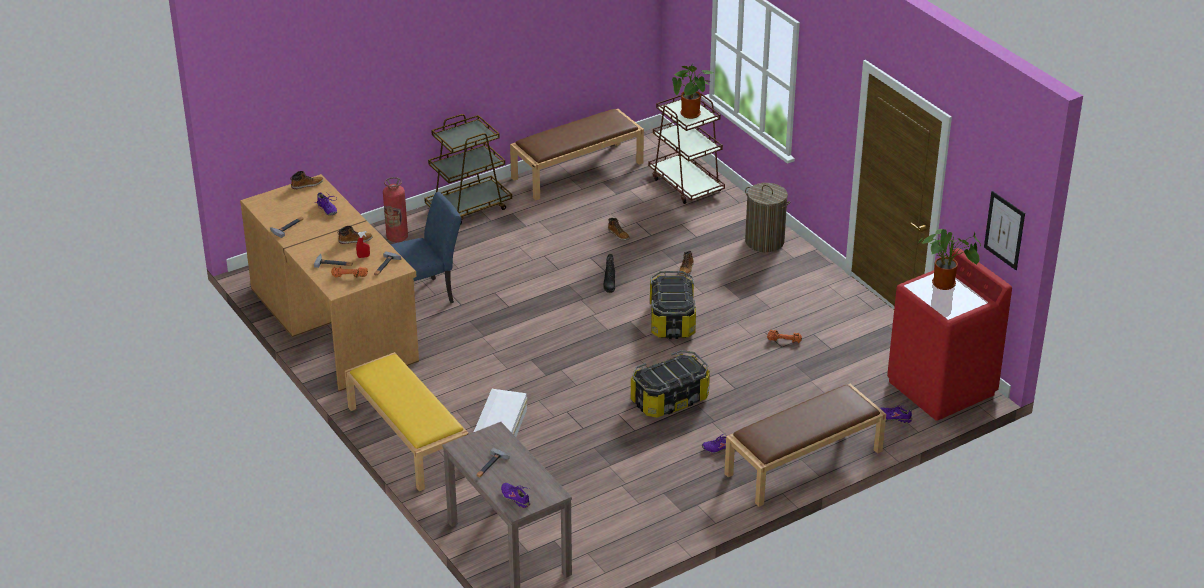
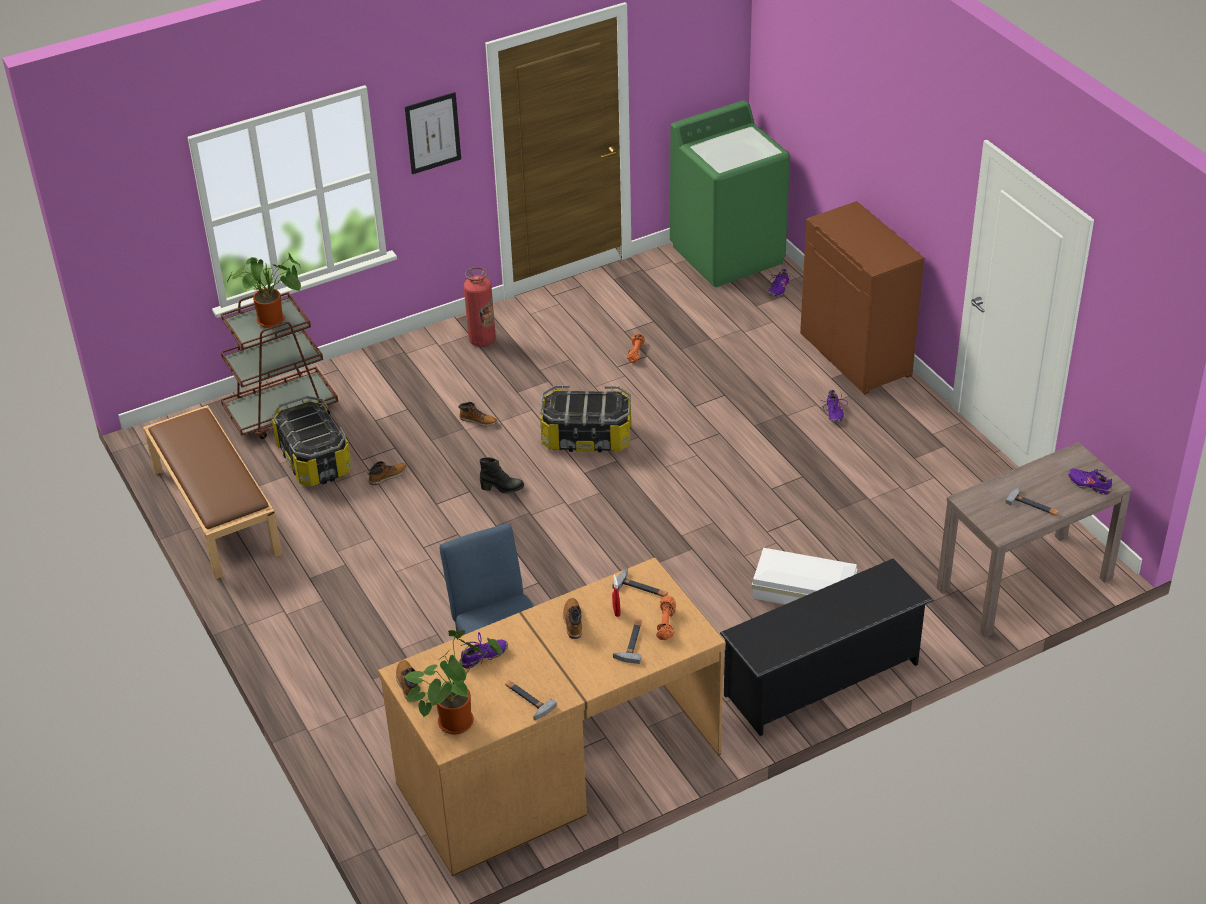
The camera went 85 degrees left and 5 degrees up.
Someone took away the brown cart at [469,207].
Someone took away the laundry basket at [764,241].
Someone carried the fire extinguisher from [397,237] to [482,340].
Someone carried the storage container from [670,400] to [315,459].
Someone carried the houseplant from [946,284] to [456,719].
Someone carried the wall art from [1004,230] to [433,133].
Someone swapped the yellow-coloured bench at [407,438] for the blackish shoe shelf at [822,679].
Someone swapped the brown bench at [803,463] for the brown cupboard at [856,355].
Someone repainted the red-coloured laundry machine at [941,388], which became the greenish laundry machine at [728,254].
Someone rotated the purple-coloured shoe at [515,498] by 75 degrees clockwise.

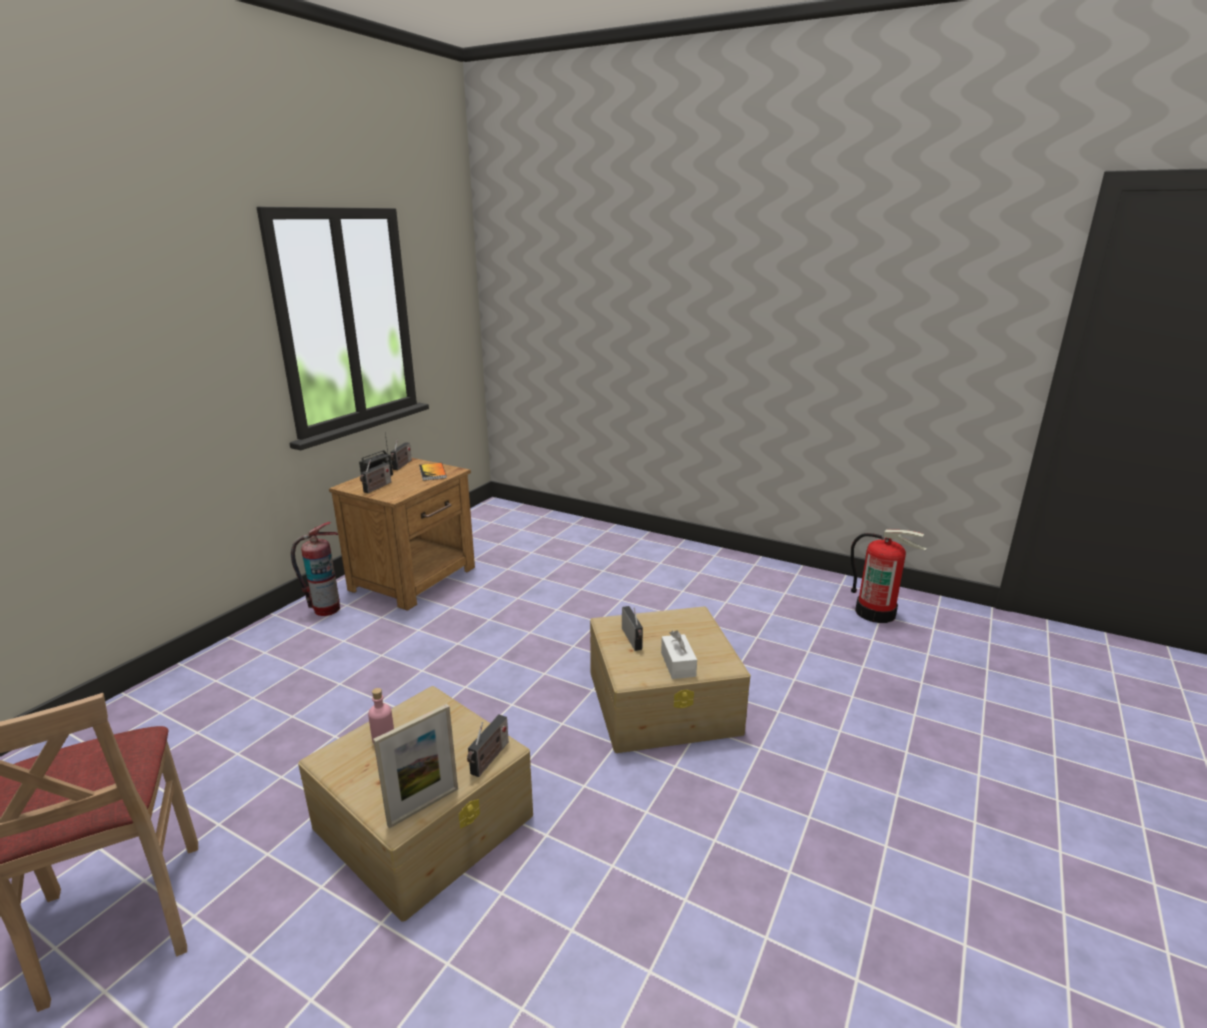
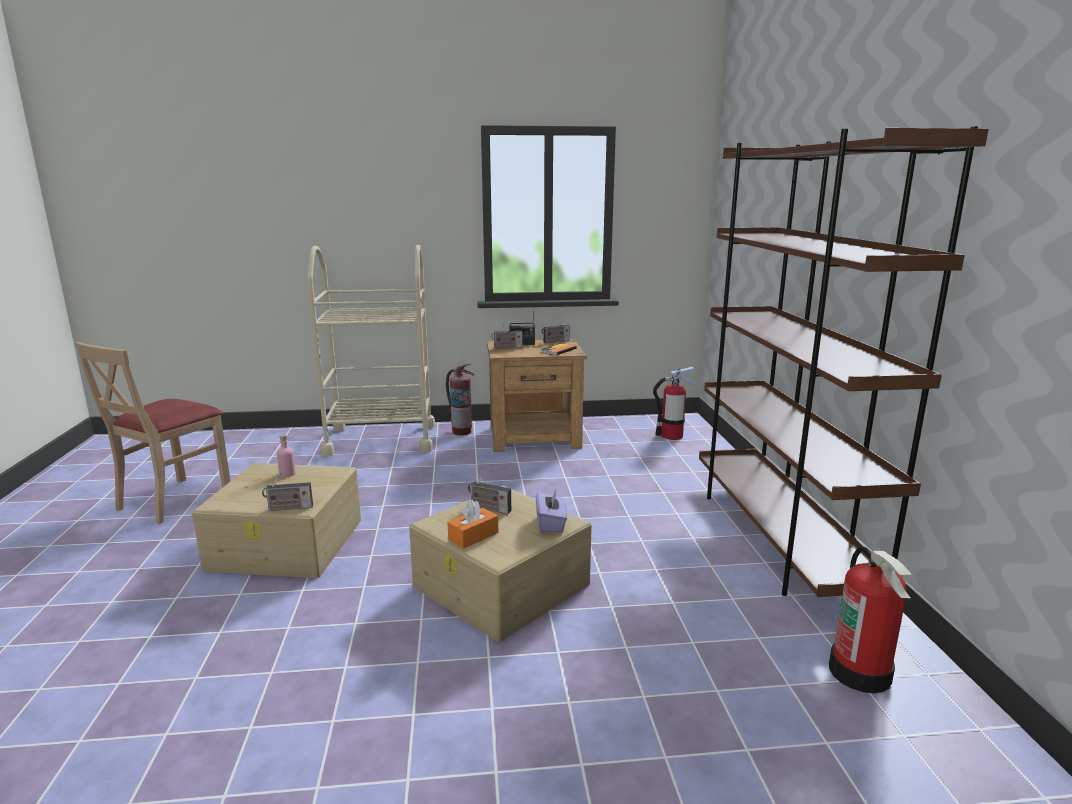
The camera went 55 degrees right and 5 degrees down.
Someone took away the picture frame at [423,806].
Someone put down the beige cart at [381,439].
Someone put down the purple-coloured tissue box at [551,524].
Someone put down the fire extinguisher at [671,436].
Someone put down the brown bookcase at [778,538].
Someone repainted the white-coloured tissue box at [678,664], which became the orange-coloured tissue box at [473,536].
Someone rotated the radio receiver at [633,639] by 75 degrees clockwise.

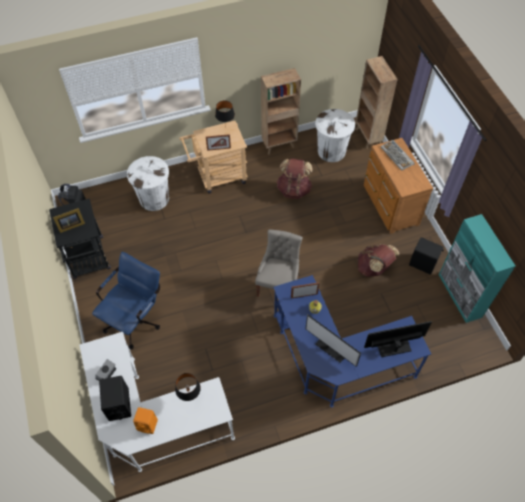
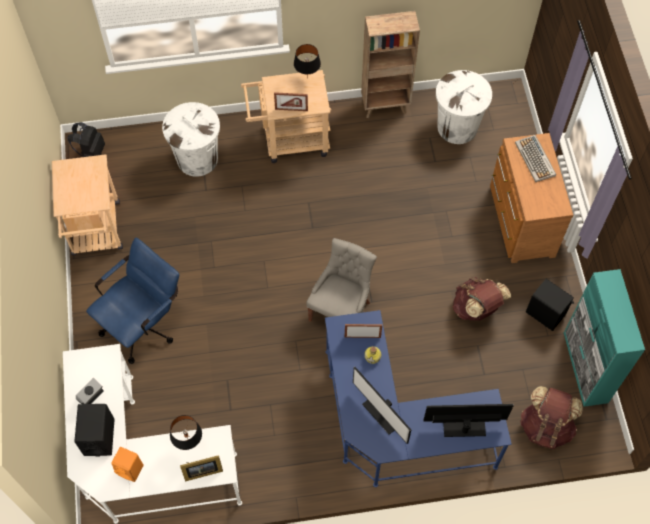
The camera went 10 degrees right and 5 degrees up.
Someone took away the brown bookcase at [368,137].
Someone carried the picture frame from [70,225] to [201,471].
Someone carried the brown knapsack from [294,189] to [546,427].
Someone repainted the blackish cart at [89,261], which became the beige cart at [96,233].

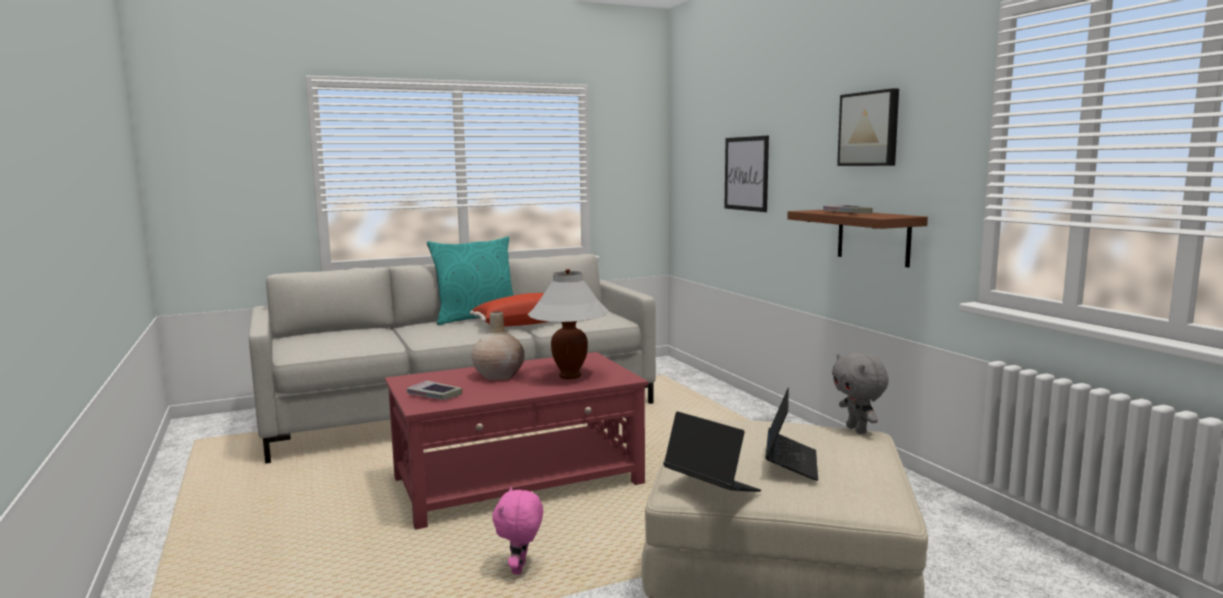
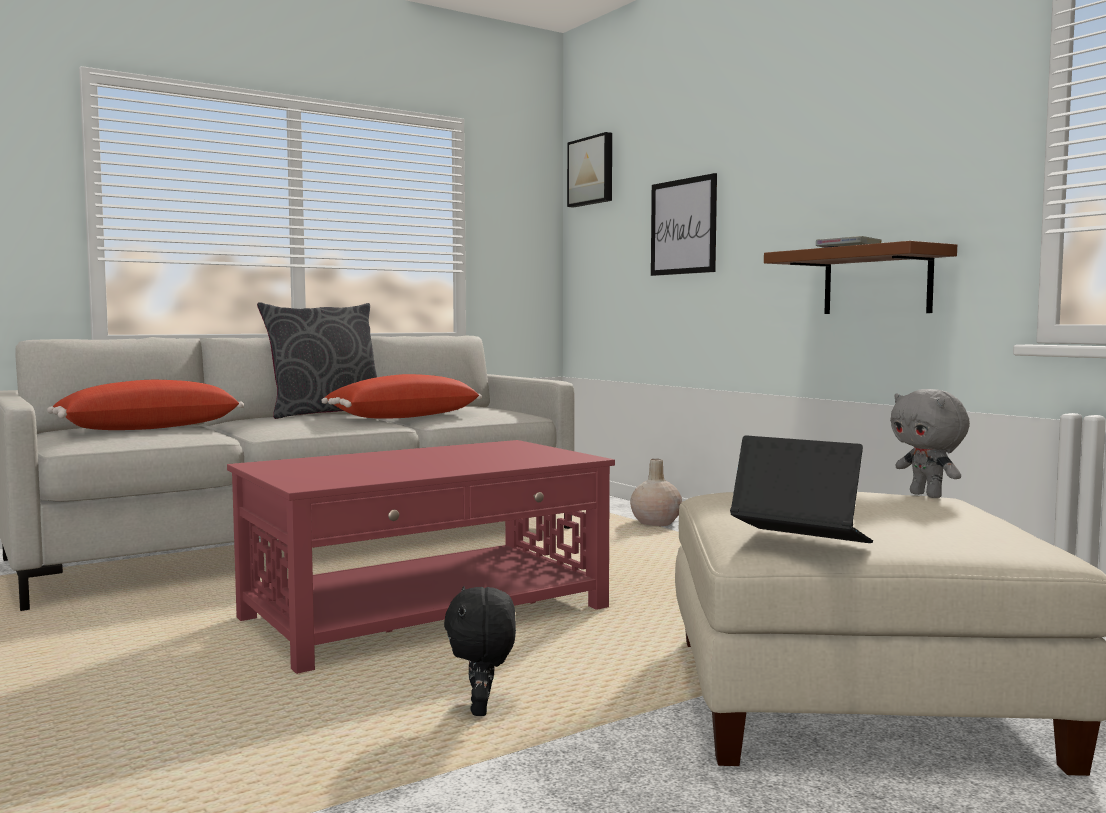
The camera went 10 degrees left and 5 degrees down.
Someone took away the bound book at [434,395].
Someone took away the white-coloured lamp for a table at [570,376].
Someone took away the notebook computer at [791,463].
Someone put down the red-coloured cushion at [148,428].
Someone carried the beige vase from [498,375] to [655,523].
Someone carried the wall art from [870,129] to [592,171].
Someone repainted the turquoise cushion at [476,318], which became the gray cushion at [325,413].
Someone repainted the pinkish soft toy at [520,569], which became the blackish soft toy at [482,710].

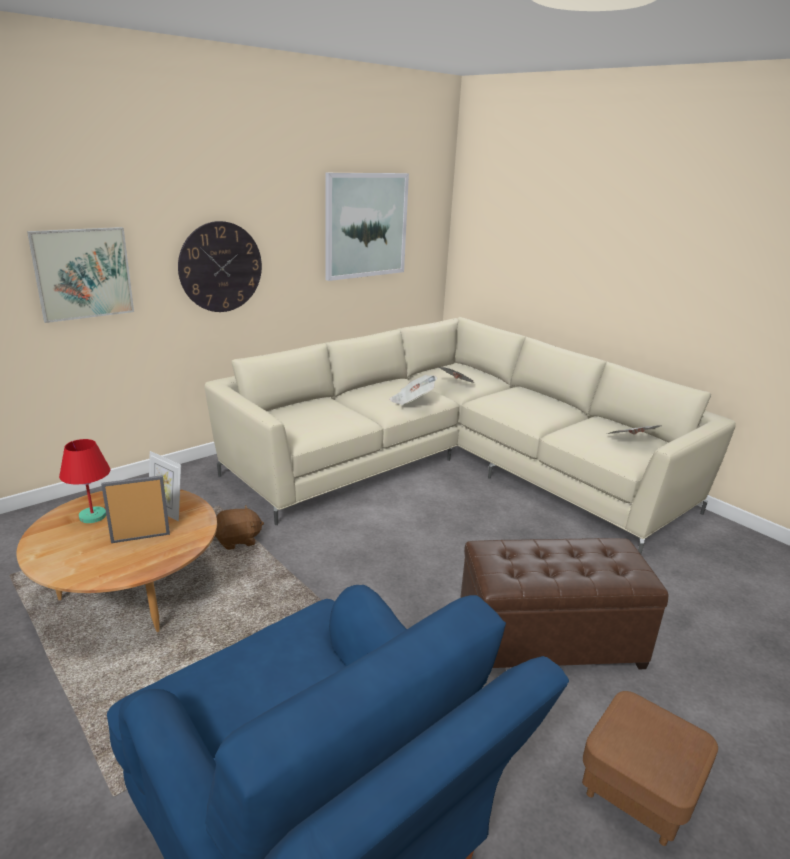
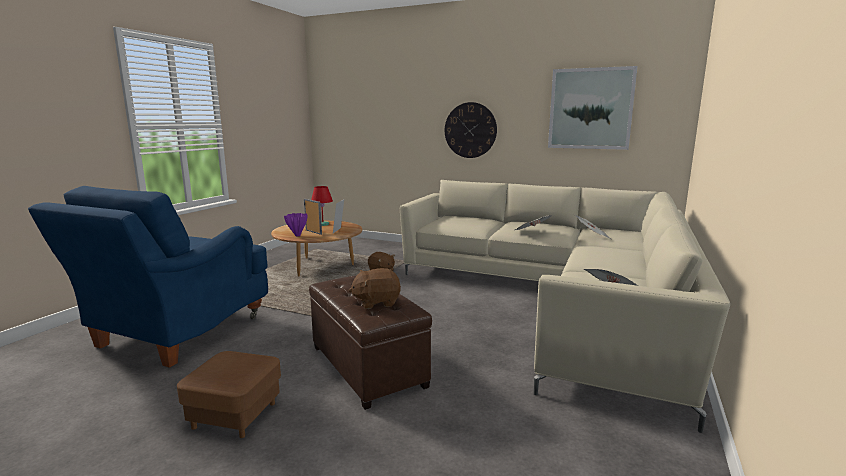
The camera went 65 degrees right and 10 degrees down.
Someone took away the wall art at [83,273].
Someone put down the purple-coloured vase at [297,235].
Someone put down the brown soft toy at [376,302].

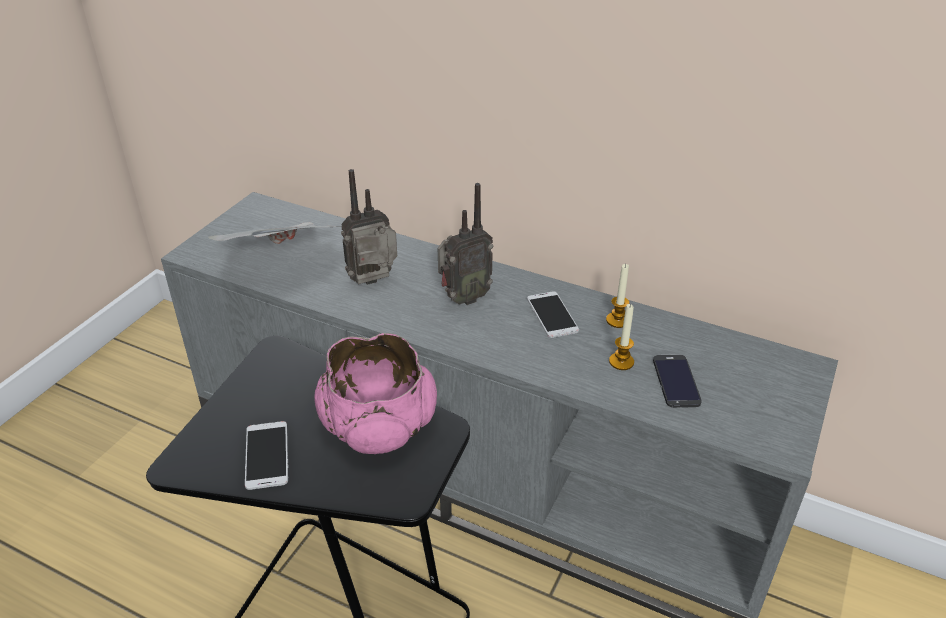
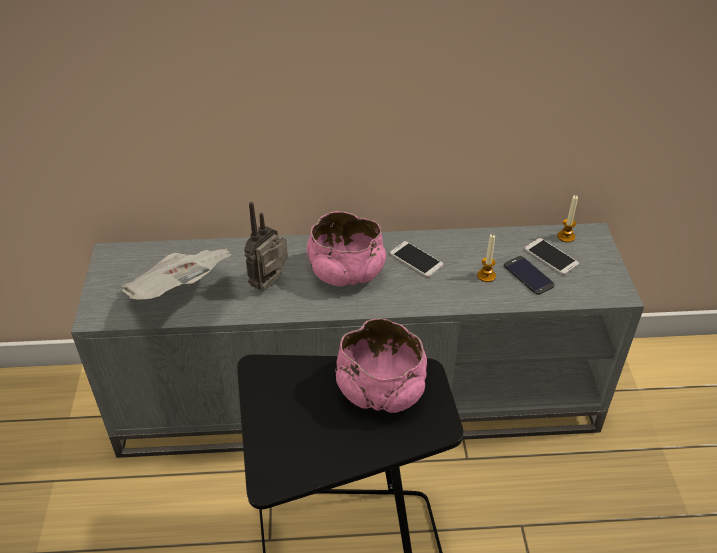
The camera went 30 degrees left and 5 degrees up.
Someone carried the handset from [267,455] to [551,256].
Someone carried the wax candle from [617,320] to [566,236].
Someone swapped the radio receiver at [463,298] for the pinkish serving bowl at [346,271].

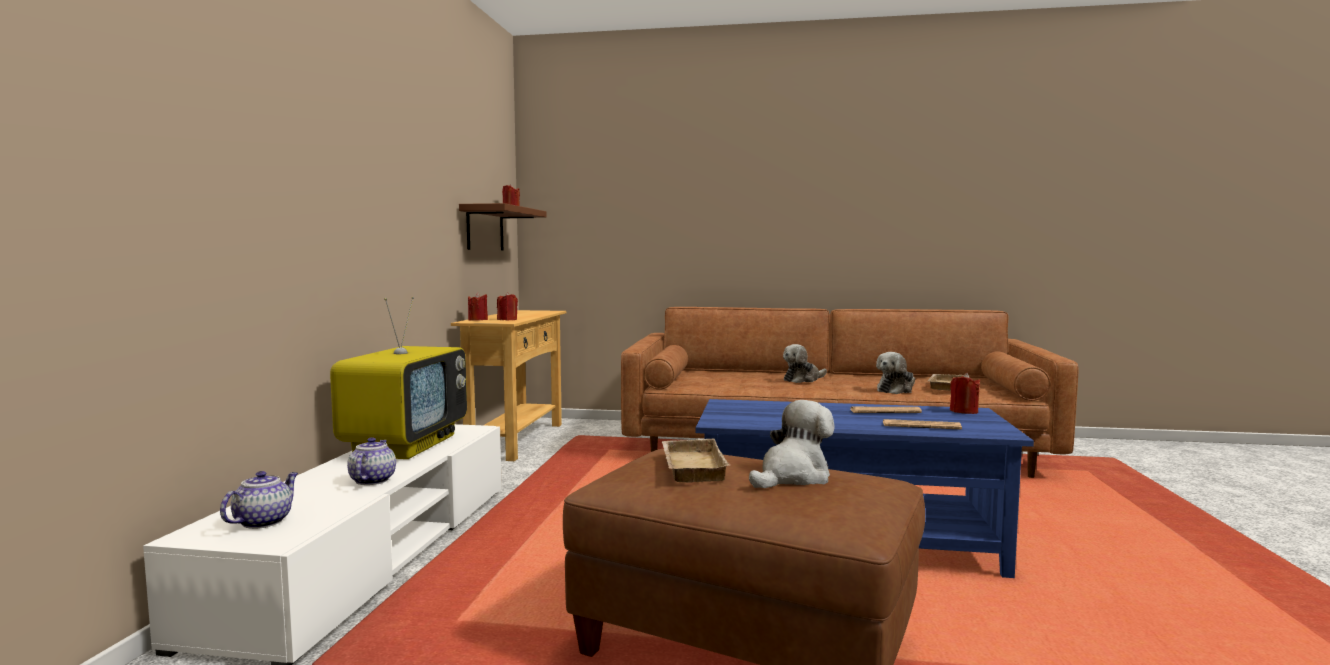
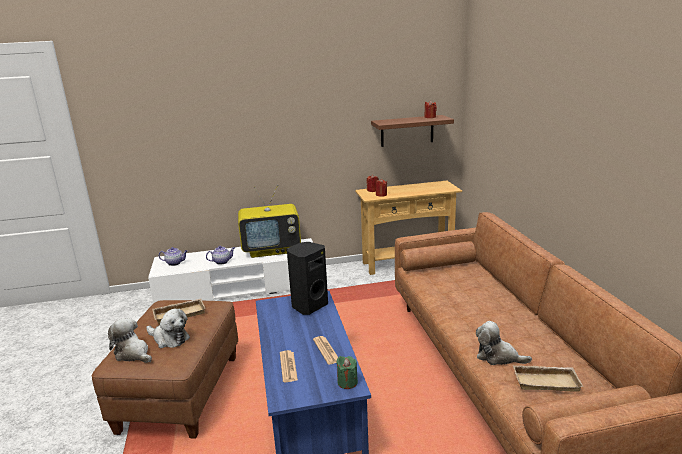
The camera went 70 degrees right and 15 degrees up.
Someone put down the blackish speaker at [309,306].
Someone carried the soft toy from [803,379] to [133,353].
Someone repainted the red-coloured wax candle at [963,411], which became the greenish wax candle at [347,382].

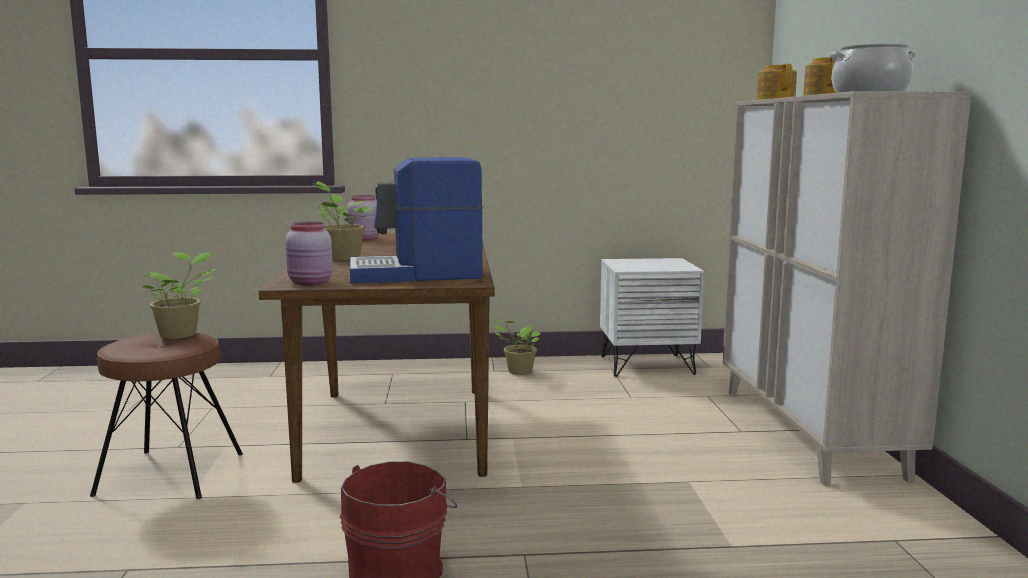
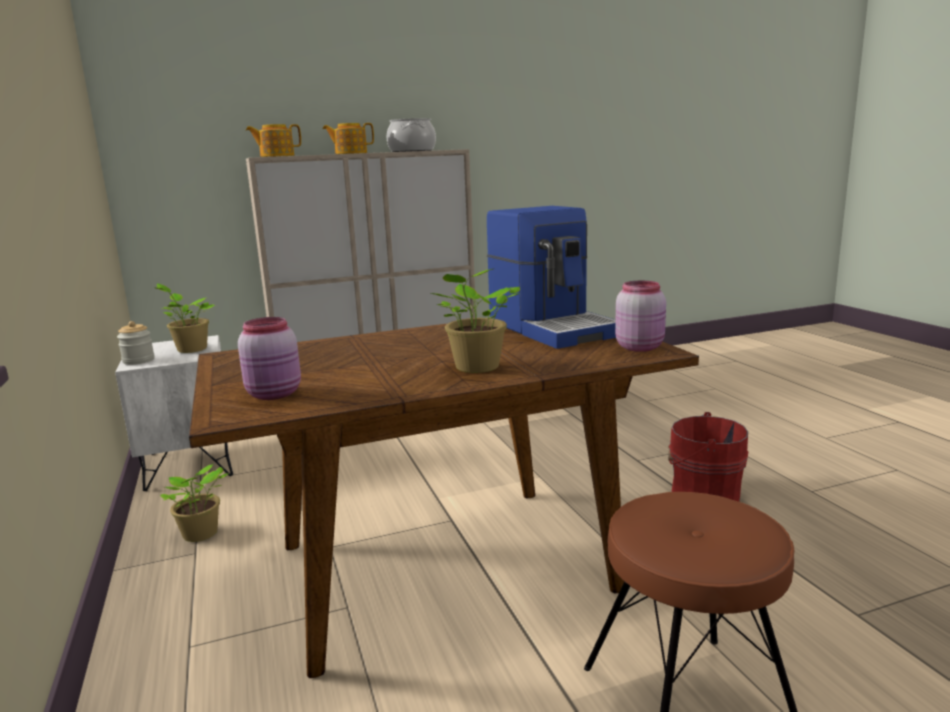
The camera went 105 degrees left and 5 degrees up.
Someone put down the preserve jar at [138,360].
Someone carried the houseplant from [181,334] to [190,349].

